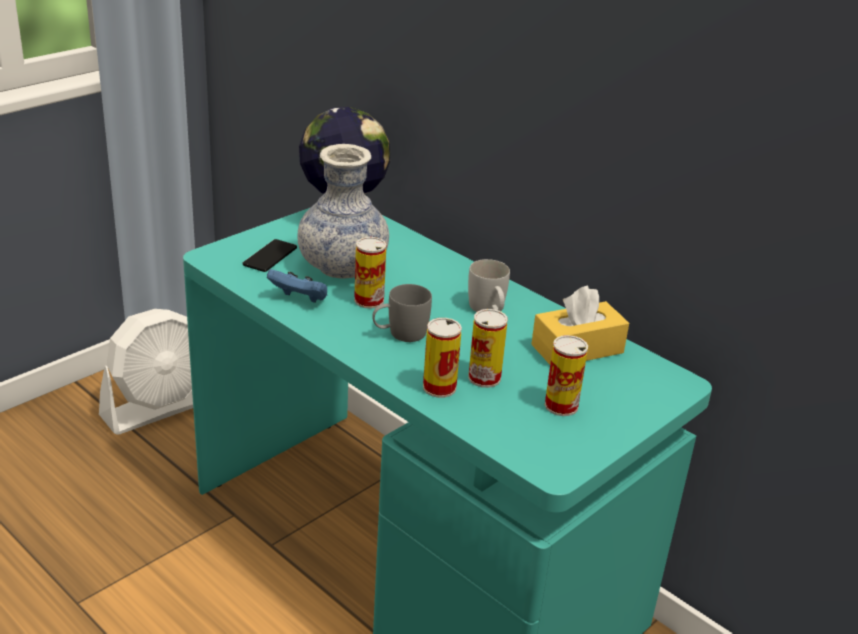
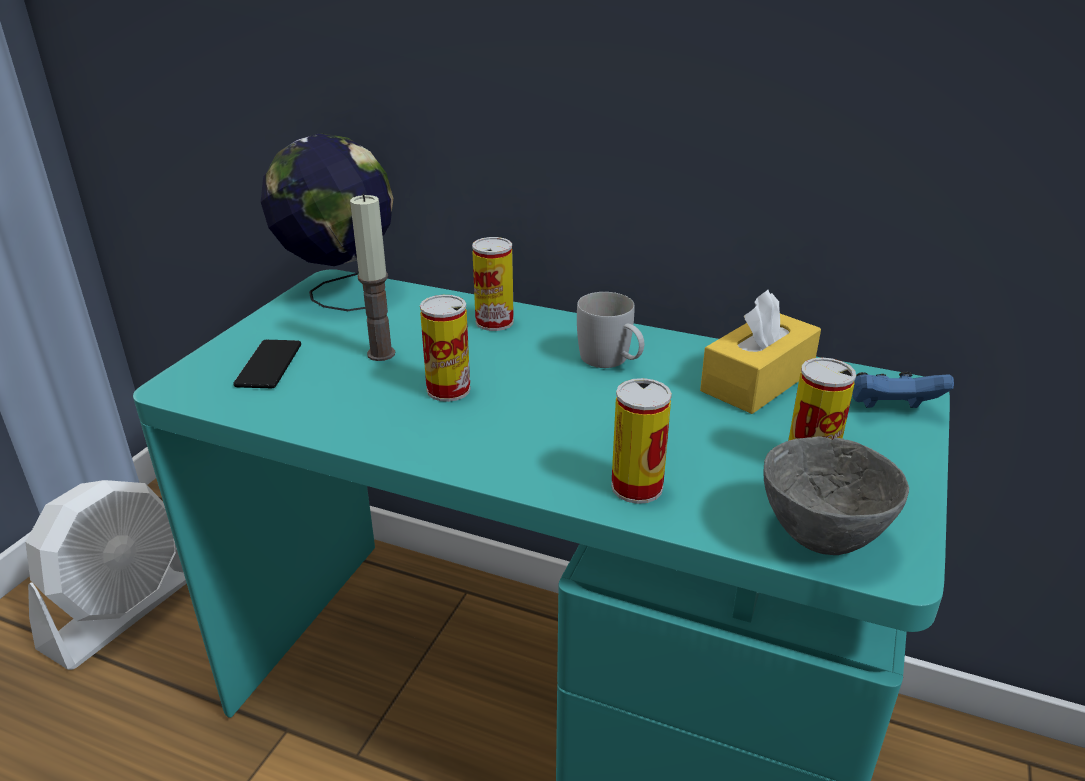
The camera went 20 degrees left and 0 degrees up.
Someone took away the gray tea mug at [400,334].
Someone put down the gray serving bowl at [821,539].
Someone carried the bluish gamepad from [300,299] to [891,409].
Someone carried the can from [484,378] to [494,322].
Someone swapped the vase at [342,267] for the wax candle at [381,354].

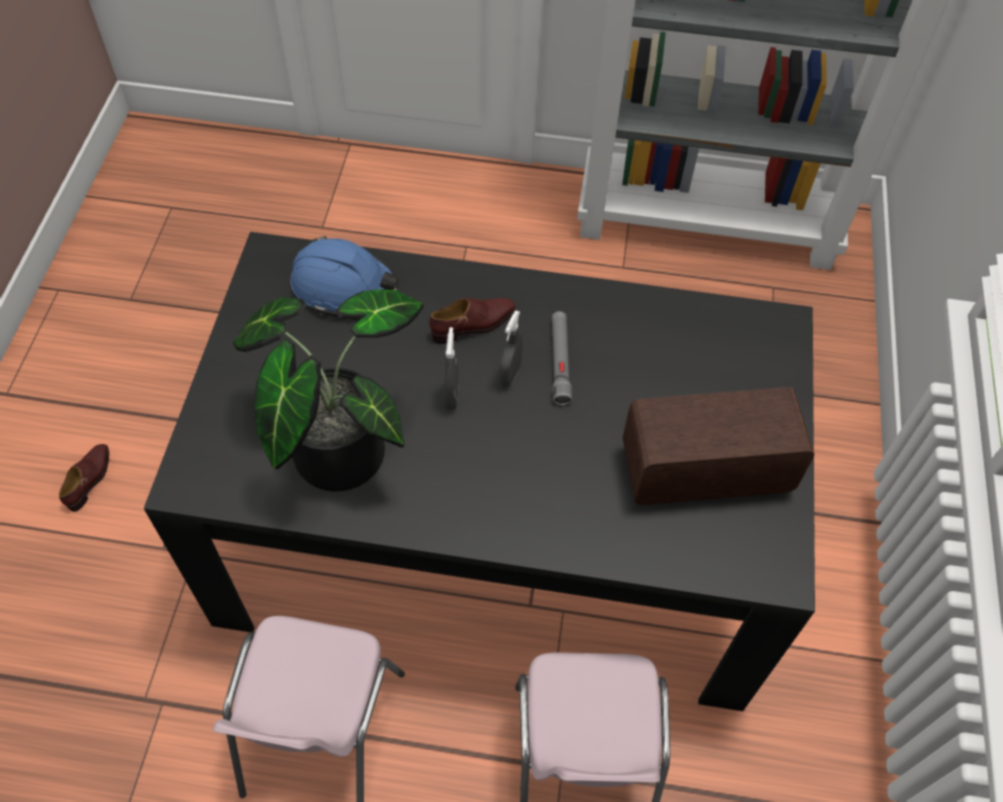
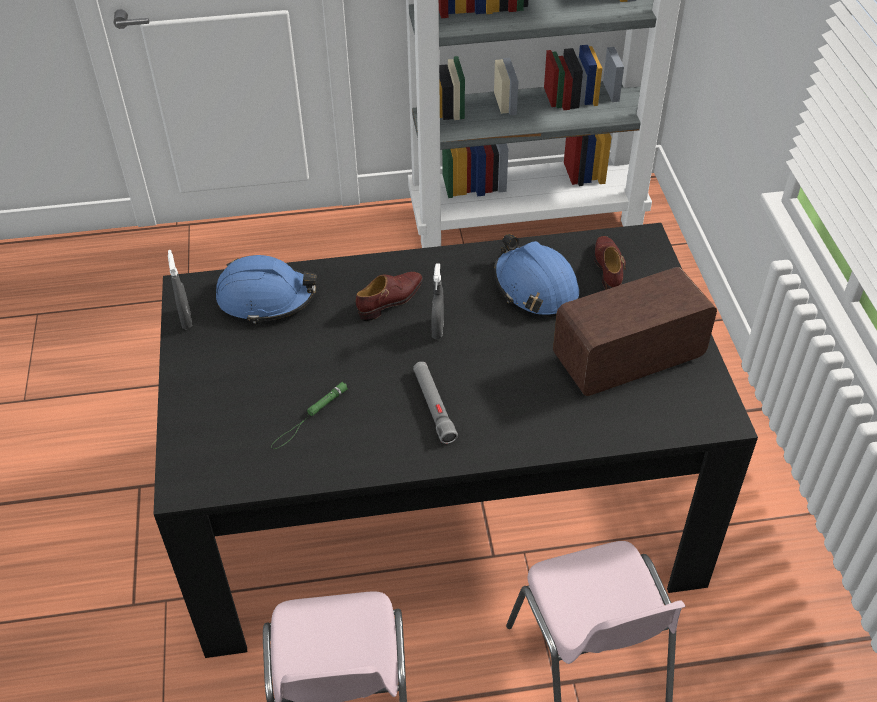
The camera went 15 degrees left and 10 degrees down.
Someone put down the bluish work helmet at [535,287].
Someone carried the brown shoe from [90,479] to [608,268].
Someone carried the gray spray bottle from [451,396] to [186,319].
Someone carried the gray torch from [560,361] to [433,406].
Someone swapped the houseplant at [336,443] for the greenish torch at [309,418].

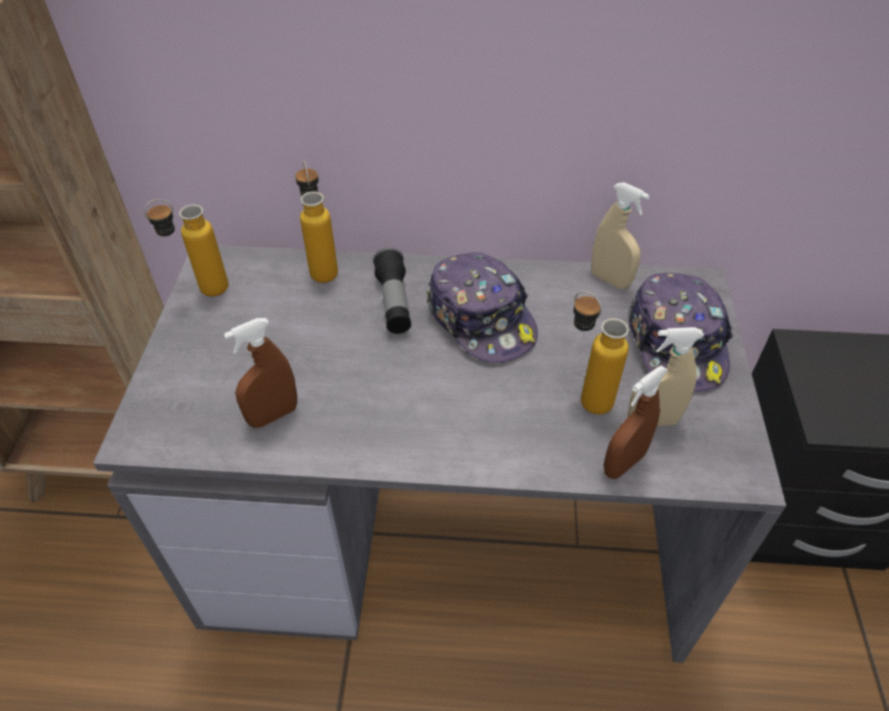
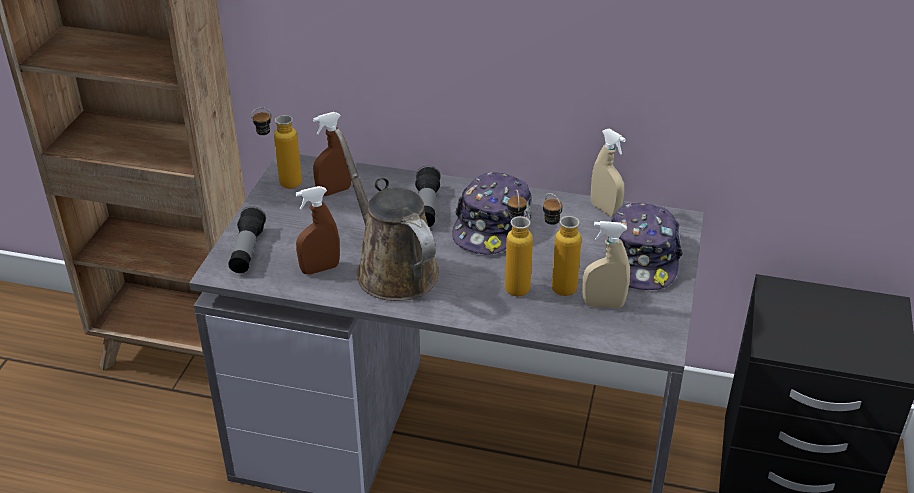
The camera went 10 degrees right and 10 degrees down.
Someone put down the torch at [247,250].
Someone put down the brown sprinkling can at [392,268].
Someone carried the beverage bottle from [322,267] to [515,282].
Someone carried the brown spray bottle from [623,463] to [334,191].
Someone rotated the baseball cap at [481,319] by 45 degrees clockwise.

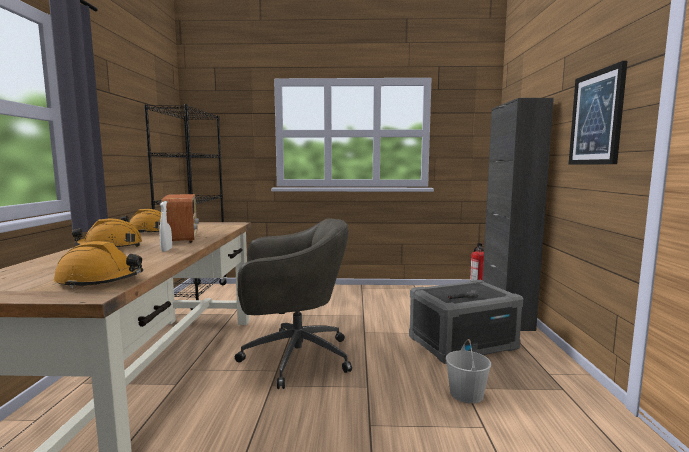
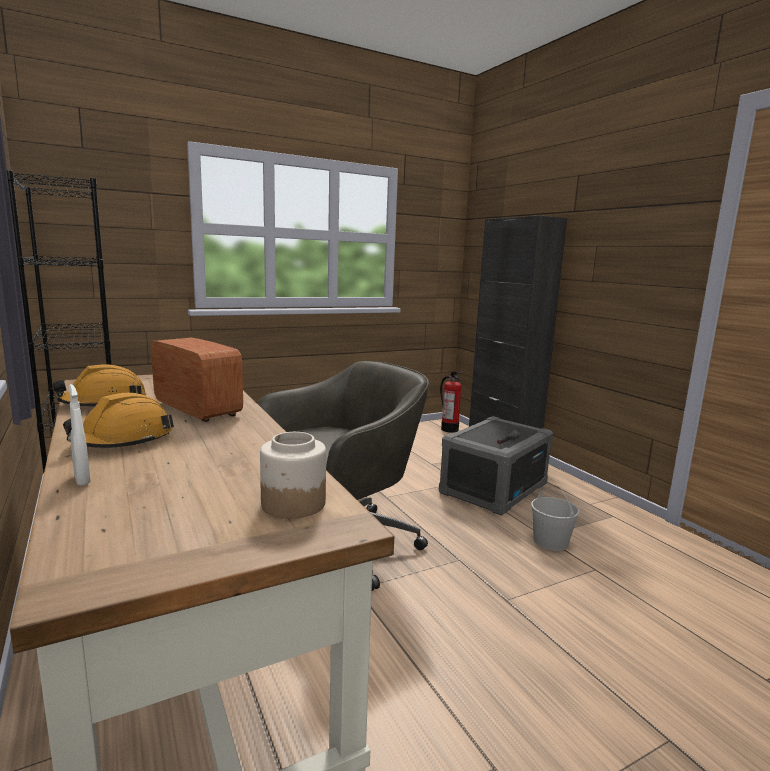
The camera went 30 degrees left and 5 degrees up.
Someone took away the wall art at [596,118].
Someone carried the white-coloured spray bottle from [166,250] to [82,479].
Someone swapped the orange-coloured work helmet at [100,281] for the preserve jar at [292,503].

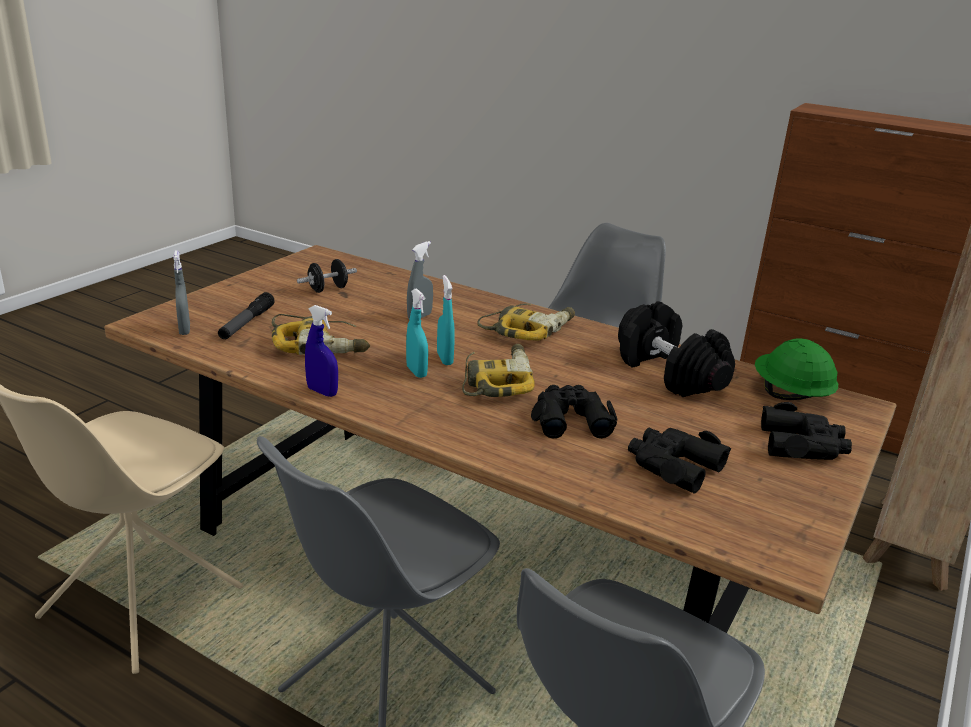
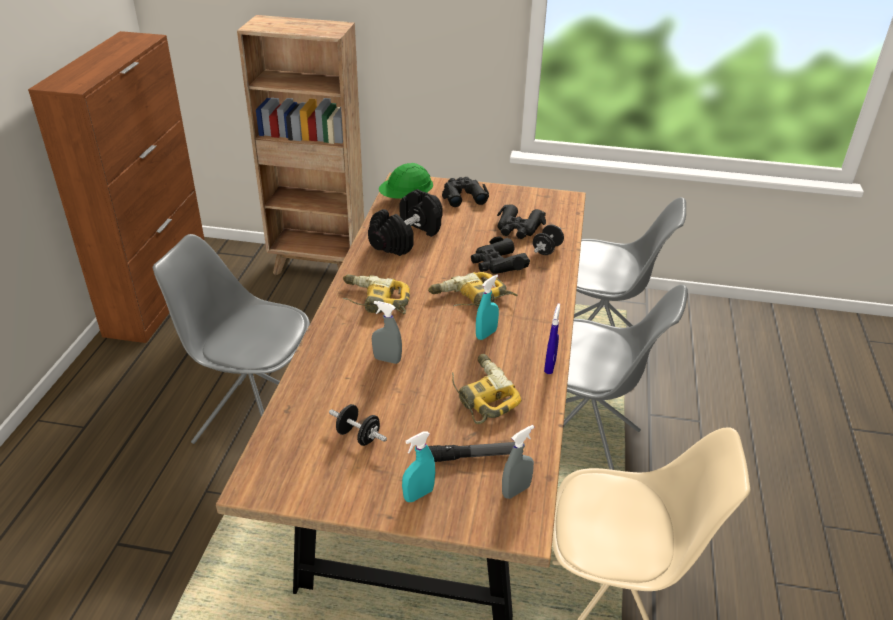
The camera went 110 degrees left and 10 degrees up.
Someone put down the blackish free weight at [547,250].
Someone carried the turquoise spray bottle from [444,359] to [418,494].

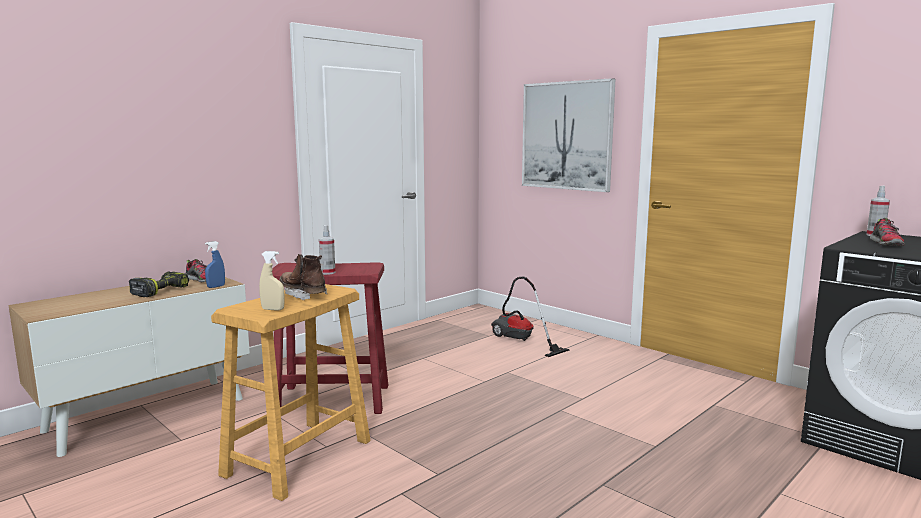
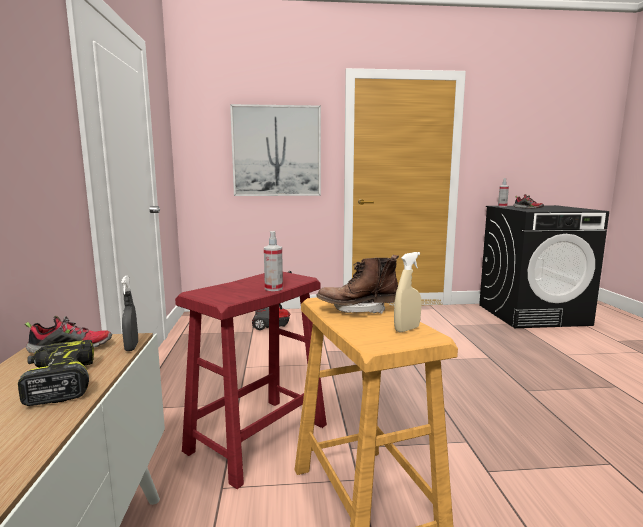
The camera went 50 degrees left and 0 degrees up.
Someone repainted the bluish spray bottle at [216,286], which became the gray spray bottle at [131,347].

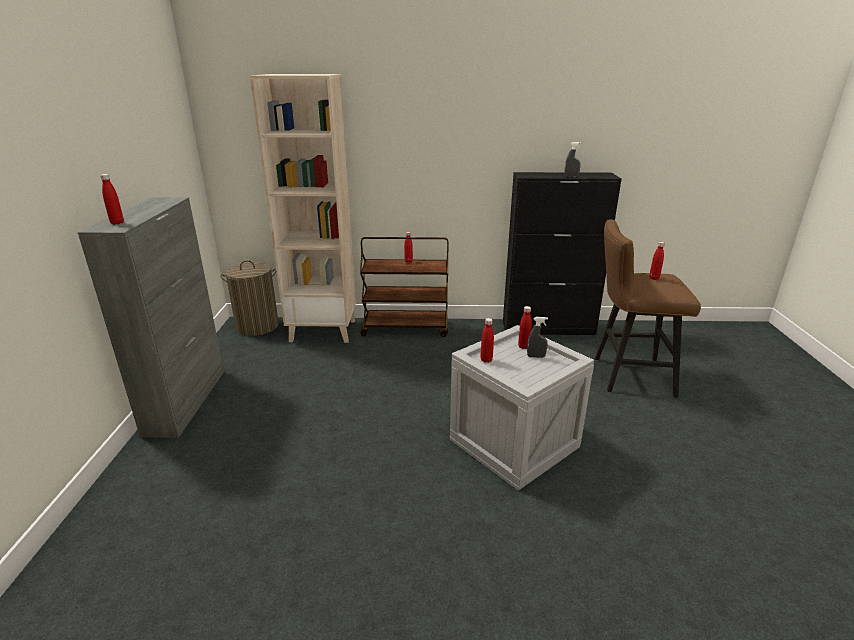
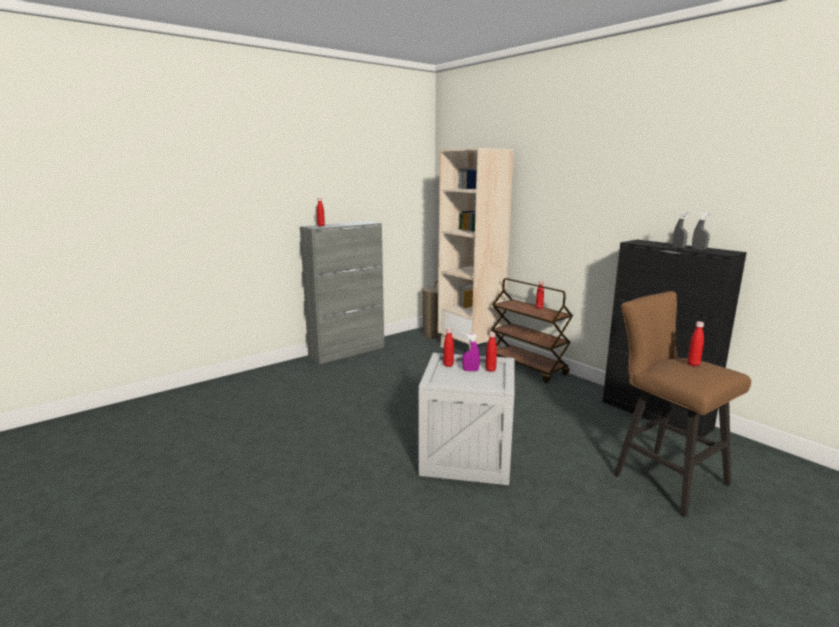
The camera went 50 degrees right and 10 degrees down.
Someone put down the purple-coloured spray bottle at [470,370].
Someone carried the gray spray bottle from [536,356] to [699,249].

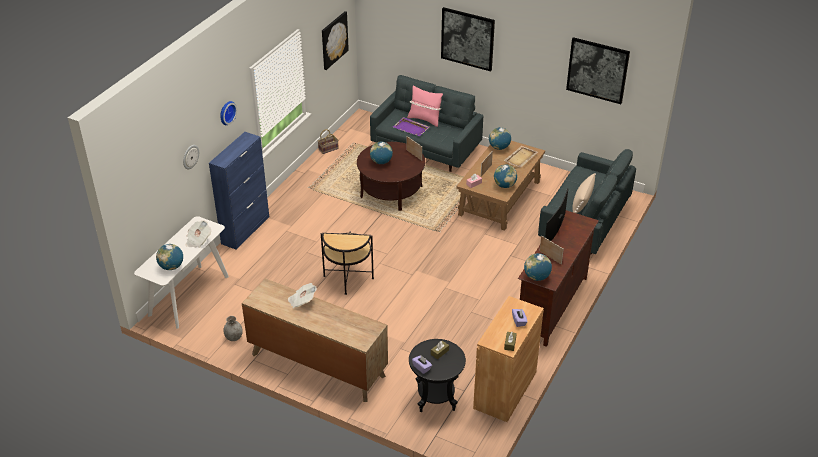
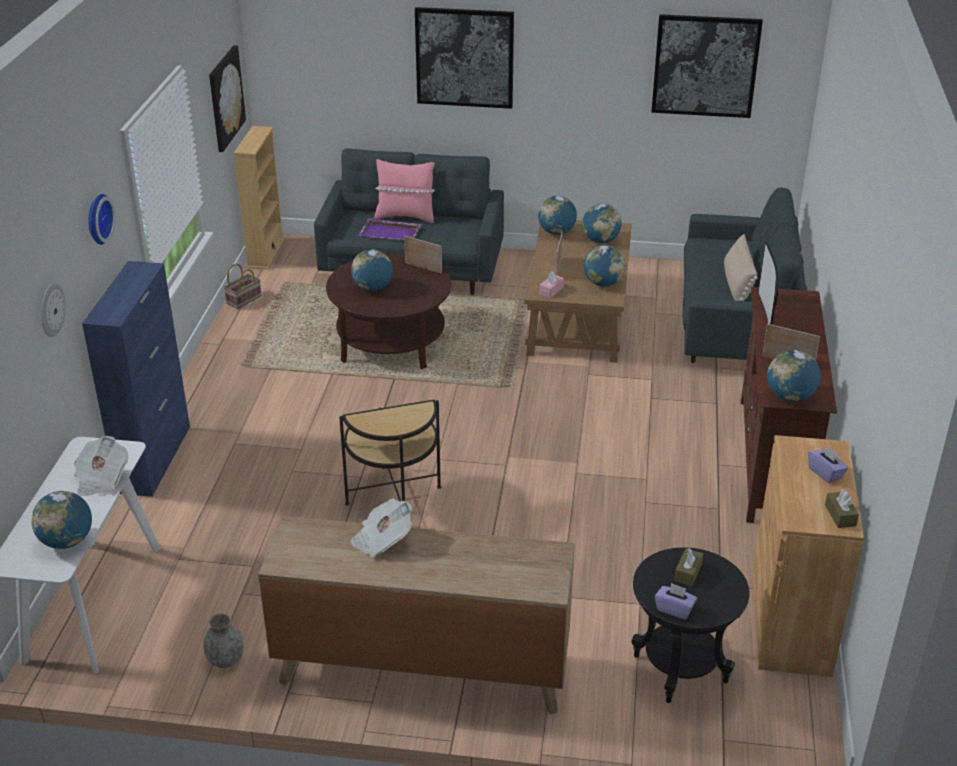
The camera went 20 degrees left and 5 degrees down.
Someone put down the beige bookcase at [265,253].
Someone swapped the beige serving tray at [520,158] for the desk globe at [600,240].

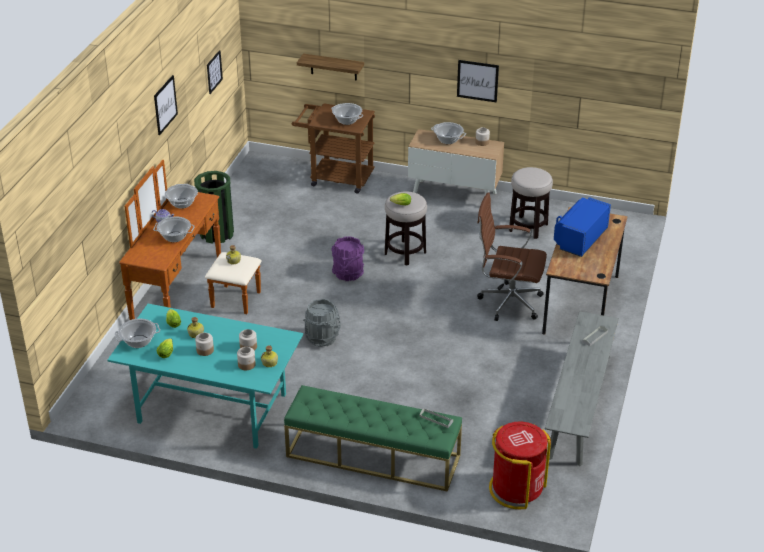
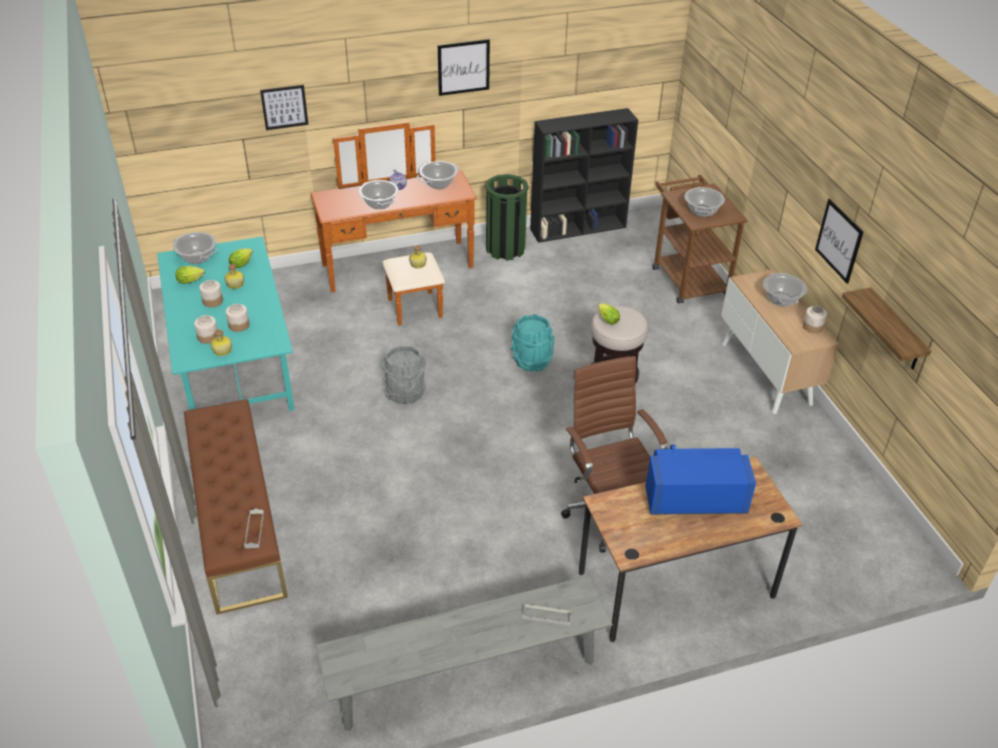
The camera went 55 degrees right and 5 degrees up.
Someone took away the red-coloured rubbish bin at [516,488].
Someone took away the stool seat at [528,227].
Someone put down the blackish bookcase at [579,228].
Someone carried the wall art from [214,72] to [284,107].
Someone carried the shelf from [333,67] to [895,331].
Someone repainted the greenish bench at [372,456], which became the brown bench at [238,522].
Someone repainted the purple-coloured bucket at [348,273], which became the turquoise bucket at [532,361].

